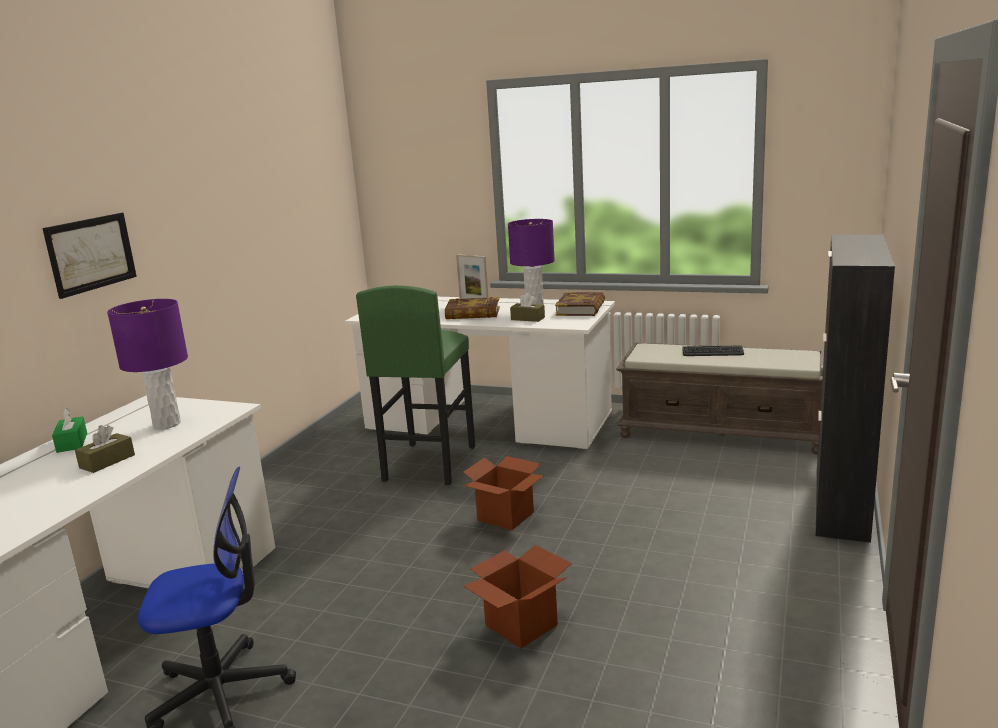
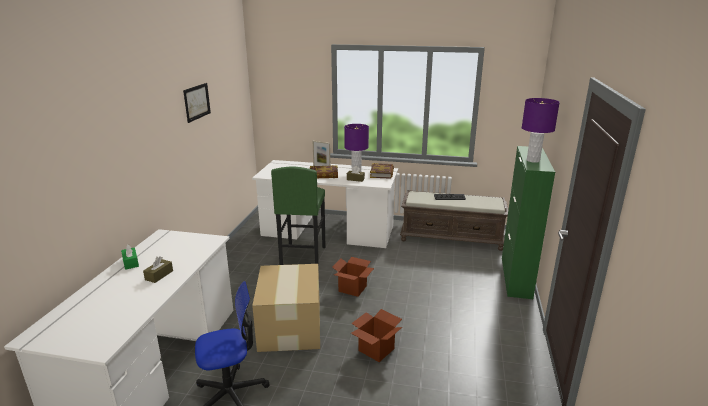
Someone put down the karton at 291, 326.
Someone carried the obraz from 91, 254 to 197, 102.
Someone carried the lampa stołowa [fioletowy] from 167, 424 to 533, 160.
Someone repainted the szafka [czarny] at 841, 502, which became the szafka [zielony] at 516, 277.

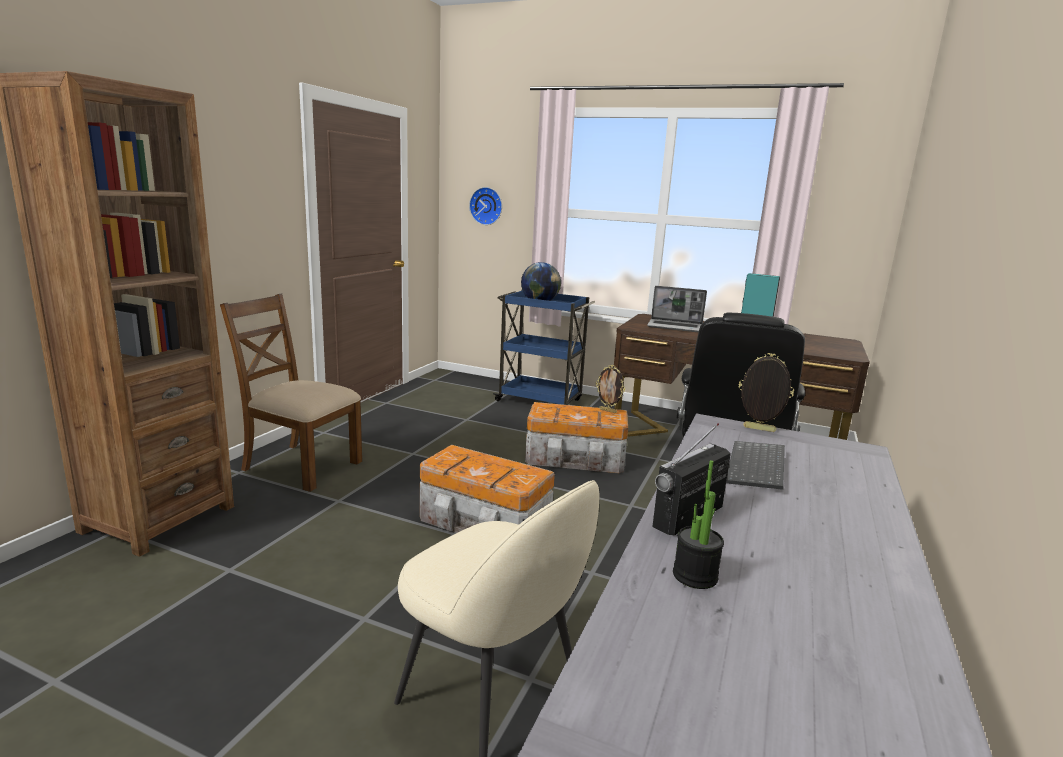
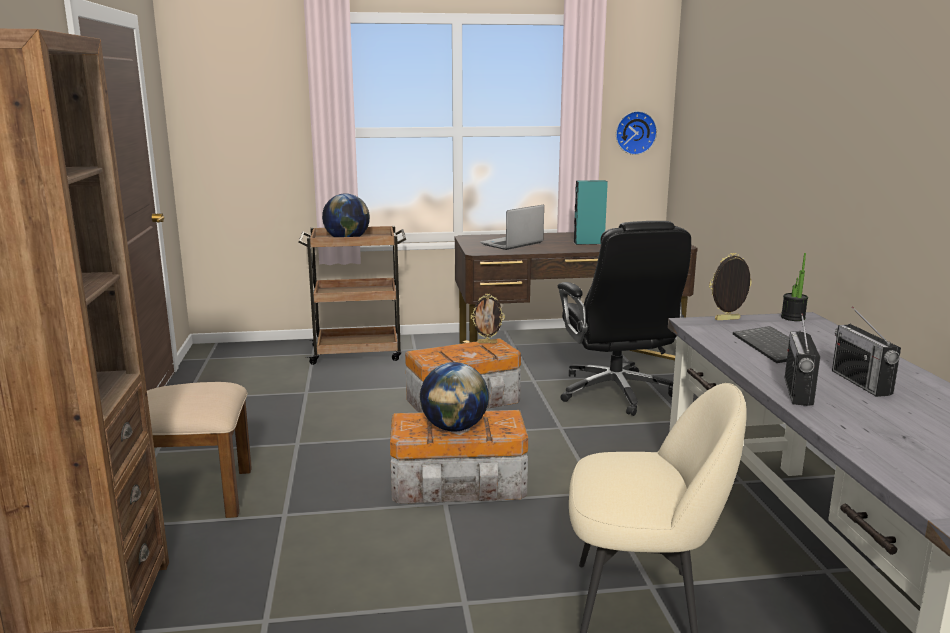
Someone put down the globus at 454, 428.
Someone put down the radio at 861, 383.
Someone carried the zegar ścienny from 487, 206 to 635, 132.
Someone carried the roślina doniczkowa from 695, 576 to 793, 318.
Someone repainted the wózek [niebieski] at 540, 401, which became the wózek [brązowy] at 358, 353.
Someone rotated the laptop at 675, 327 by 150 degrees clockwise.

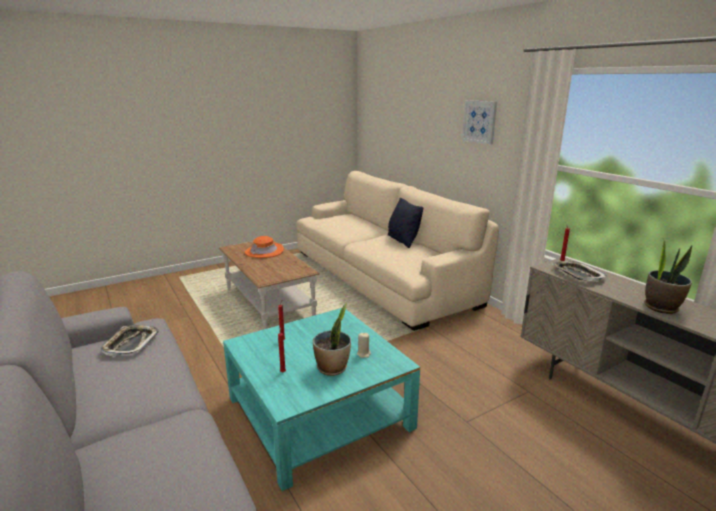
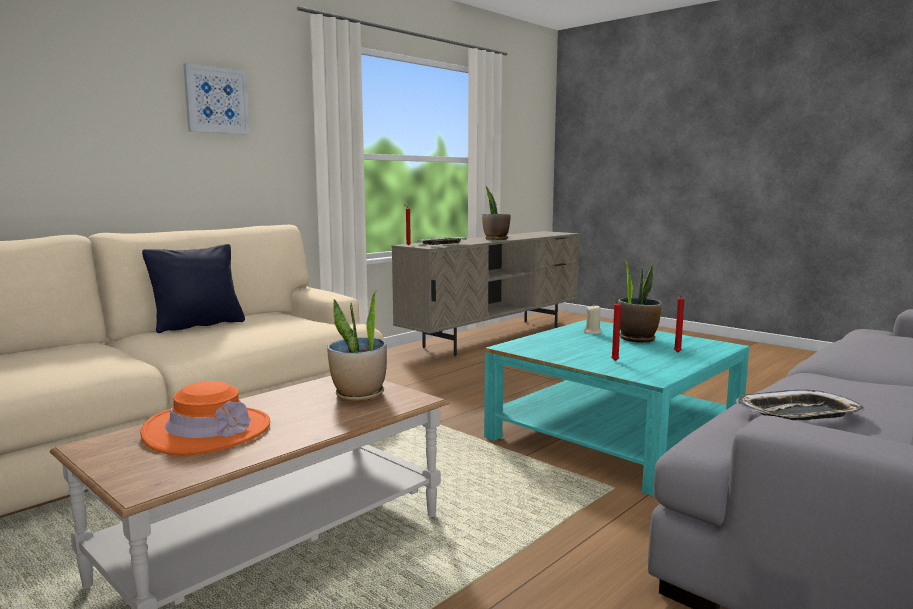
Someone put down the roślina doniczkowa at 359, 395.

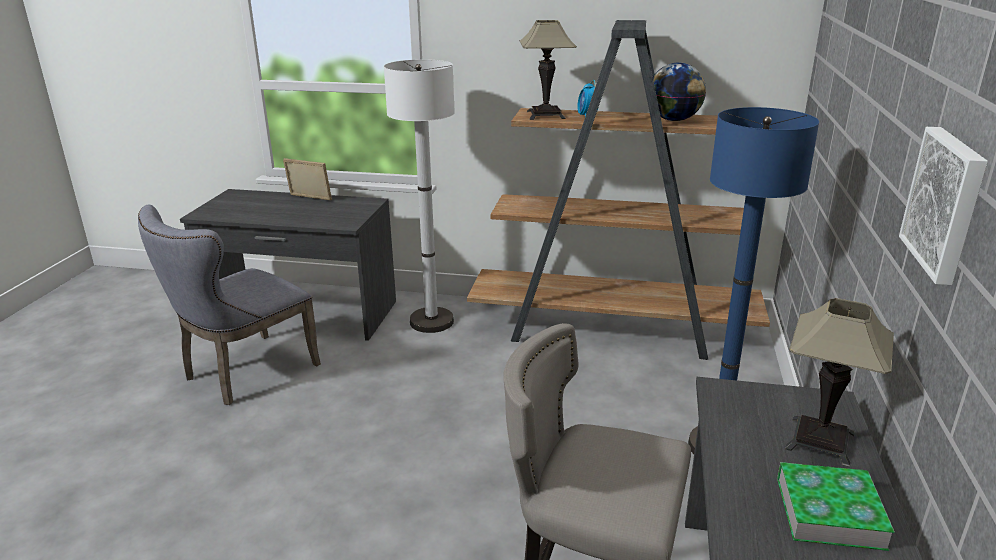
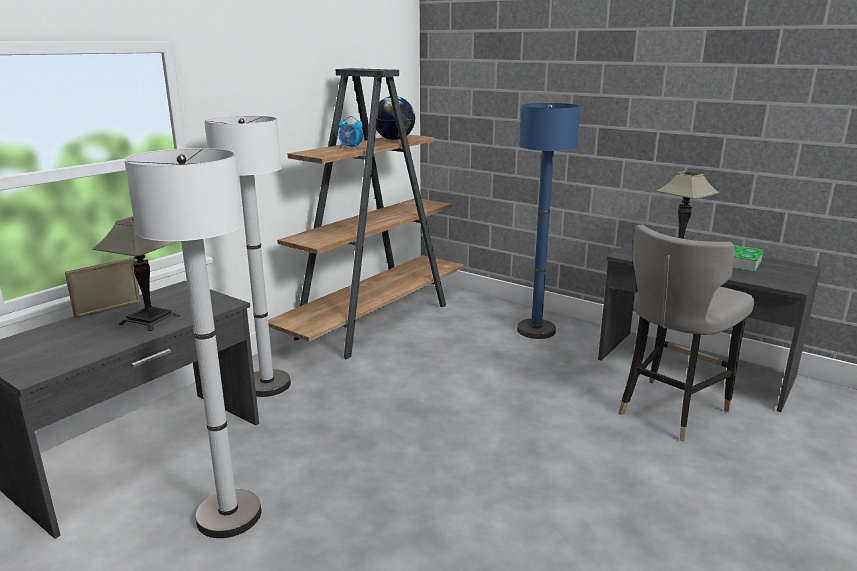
Someone took away the obraz at 946, 203.
Someone carried the lampa stołowa from 545, 115 to 150, 320.
Someone swapped the krzesło [szary] at 243, 373 for the lampa stojąca [biały] at 229, 515.

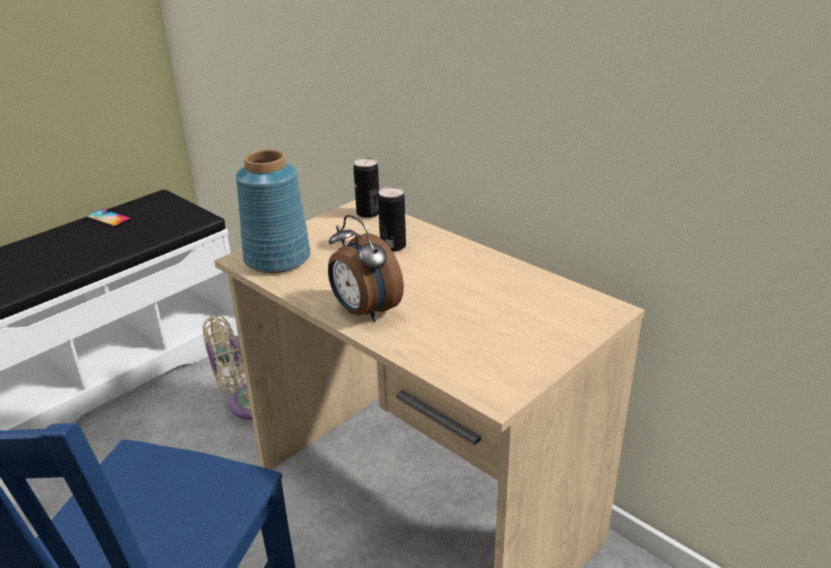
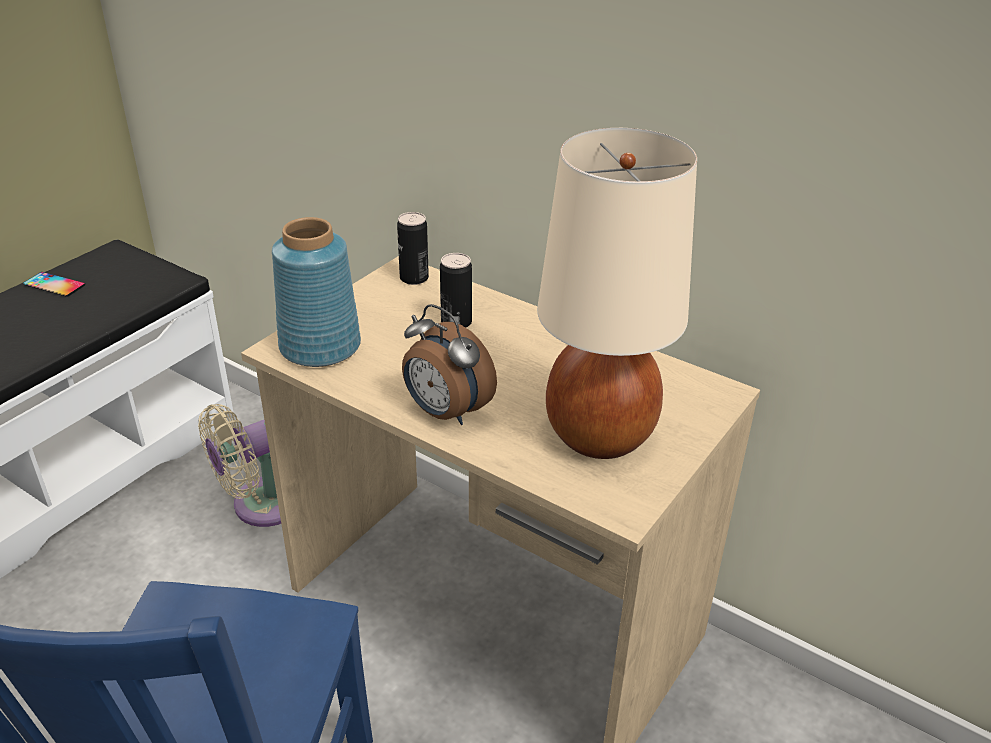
Someone put down the lampa stołowa [beżowy] at 599, 434.

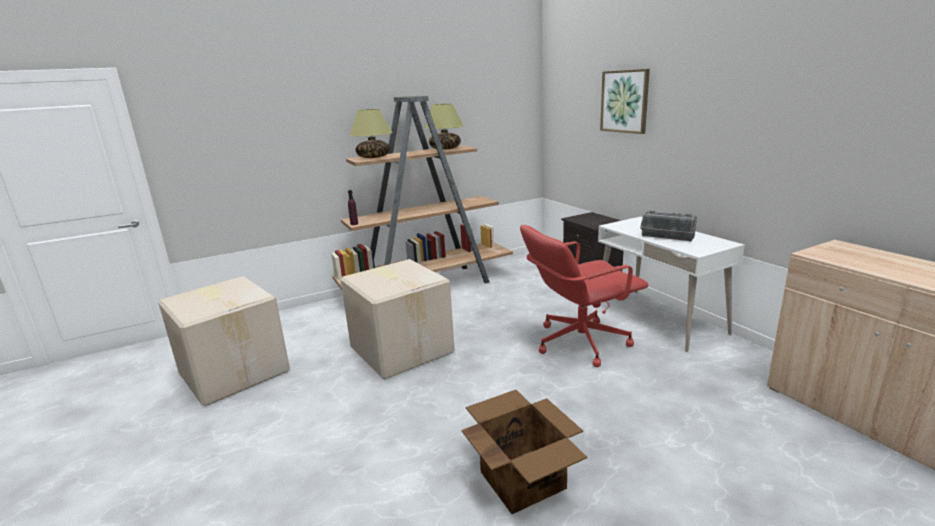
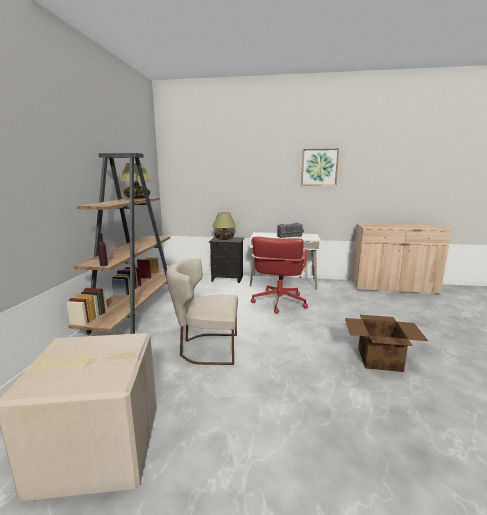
Someone carried the lampa stołowa from 374, 157 to 224, 239.
Someone carried the obraz from 625, 101 to 319, 167.
Someone swapped the karton at 402, 349 for the krzesło [beżowy] at 206, 348.

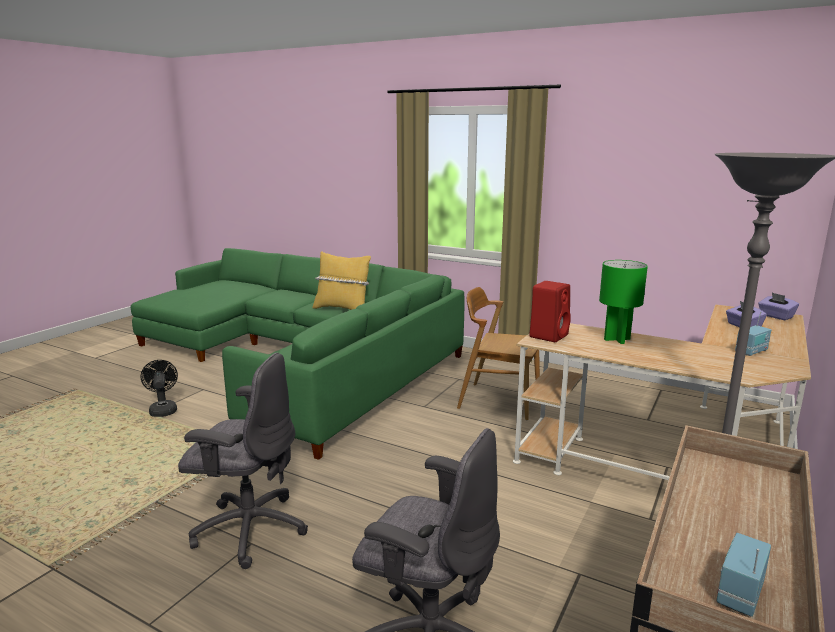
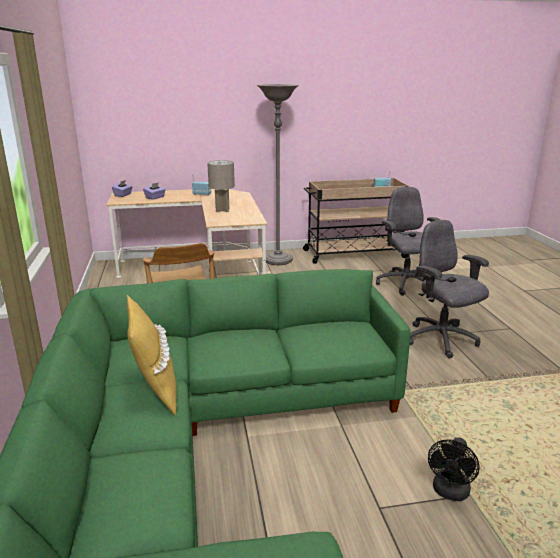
Someone took away the głośnik [czerwony] at 549, 335.
Someone repainted the lampa stołowa [zielony] at 616, 339, which became the lampa stołowa [szary] at 222, 210.

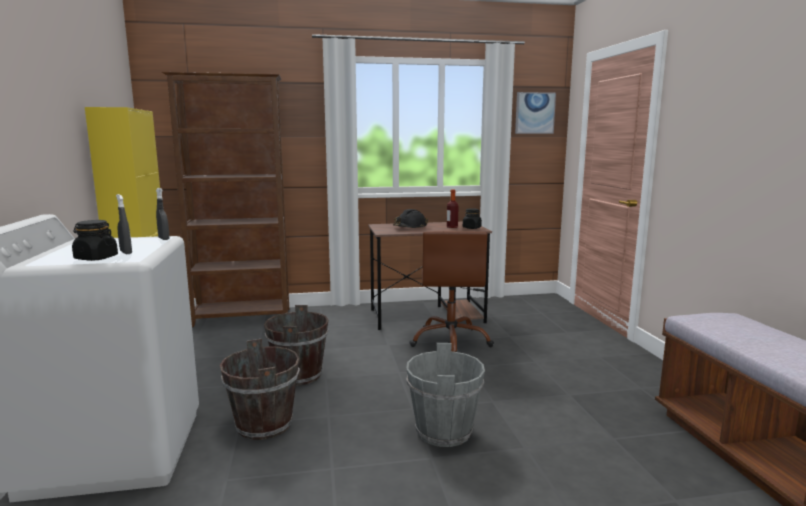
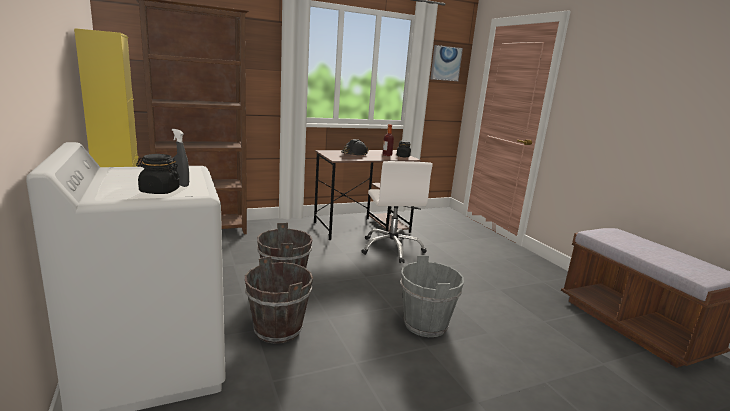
Someone took away the spryskiwacz [szary] at 164, 239.
Someone repainted the krzesło biurowe [brązowy] at 451, 341, which became the krzesło biurowe [biały] at 392, 249.

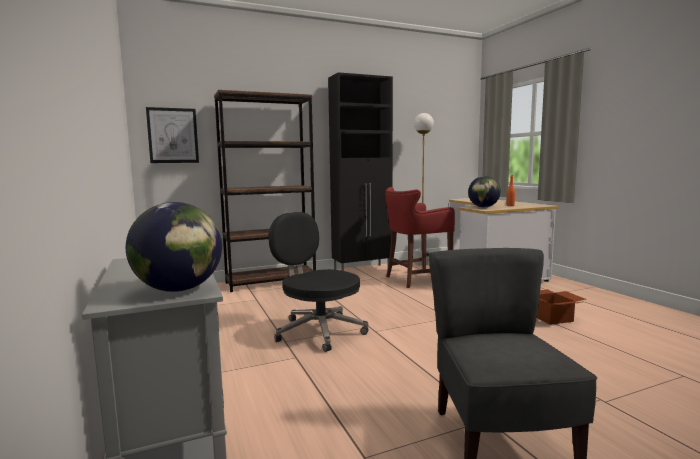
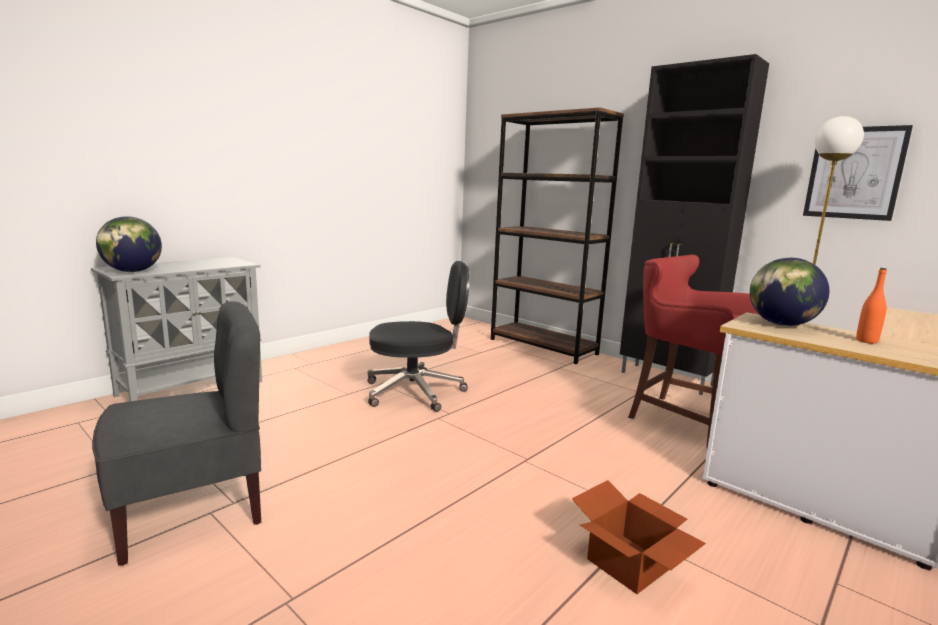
Someone carried the obraz from 173, 135 to 854, 173.
Someone rotated the krzesło biurowe [czarny] at 318, 331 by 60 degrees clockwise.

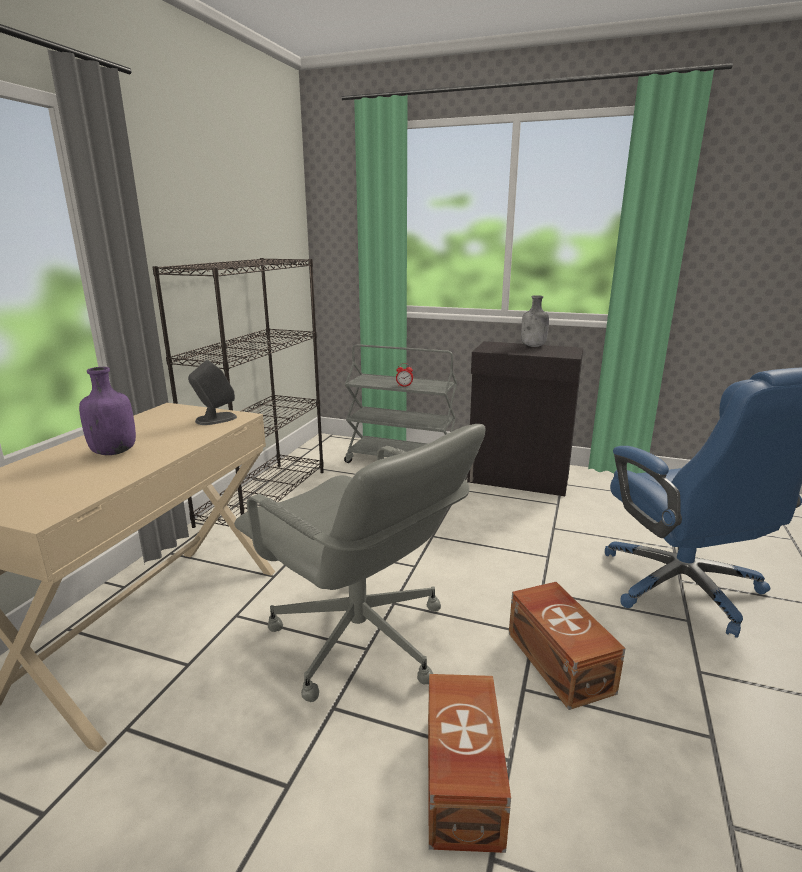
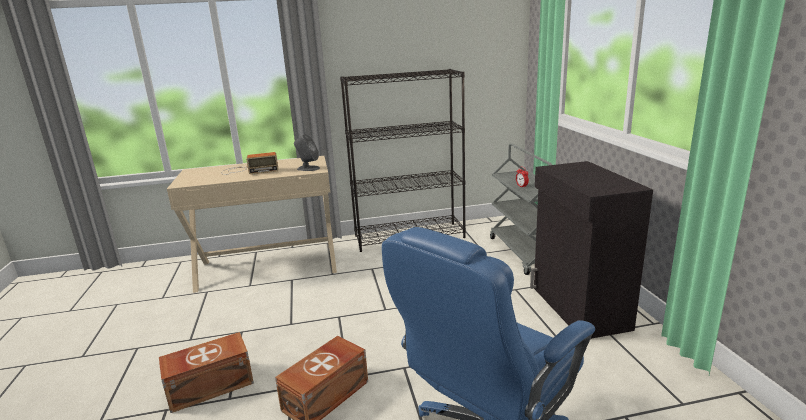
Someone took away the krzesło biurowe [szary] at 360, 640.
Someone took away the butelka [szary] at 533, 346.
Someone swapped the butelka [fioletowy] at 114, 452 for the radio at 248, 170.

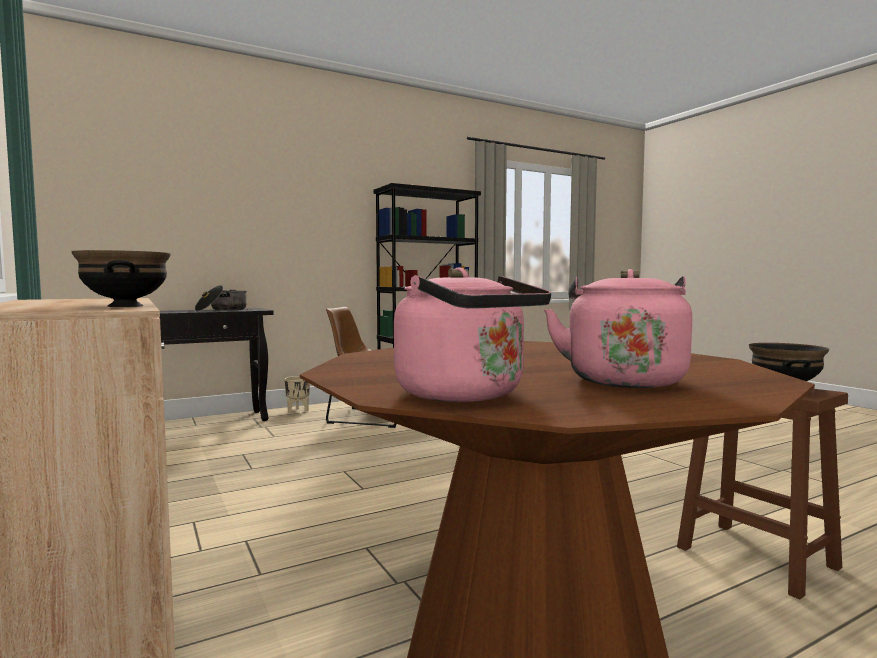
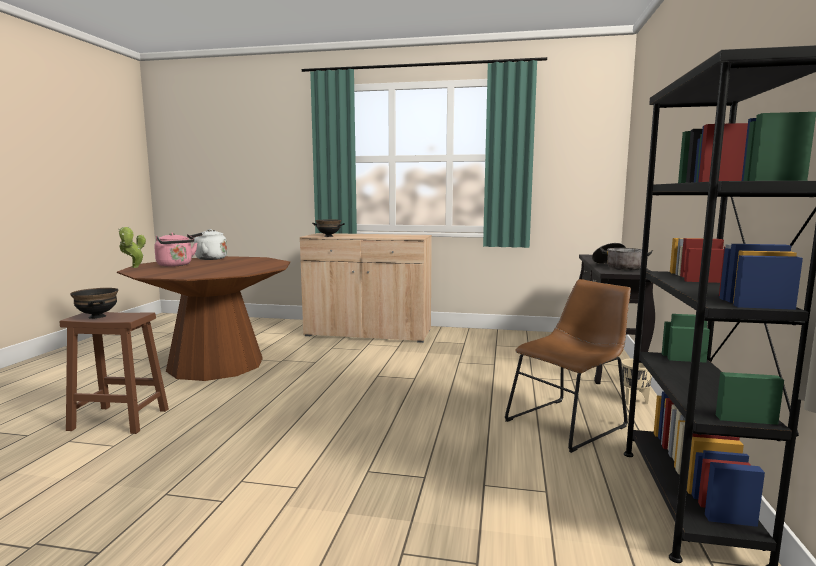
Someone put down the roślina doniczkowa at 134, 267.
Someone repainted the czajnik [różowy] at 467, 395, which became the czajnik [biały] at 209, 259.

